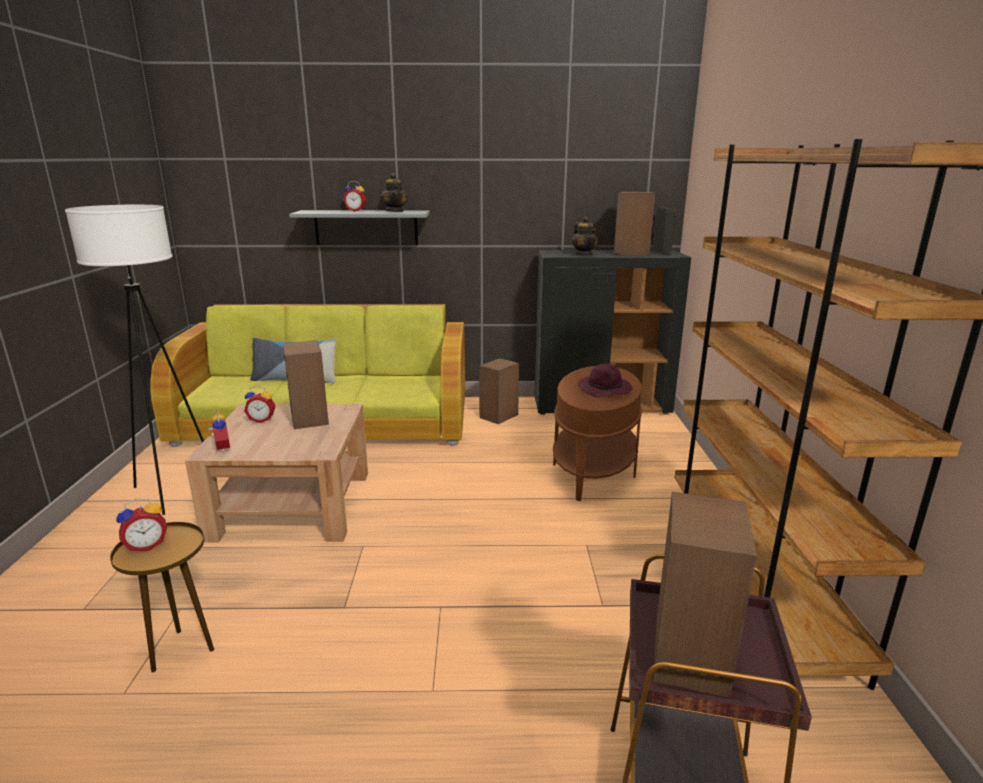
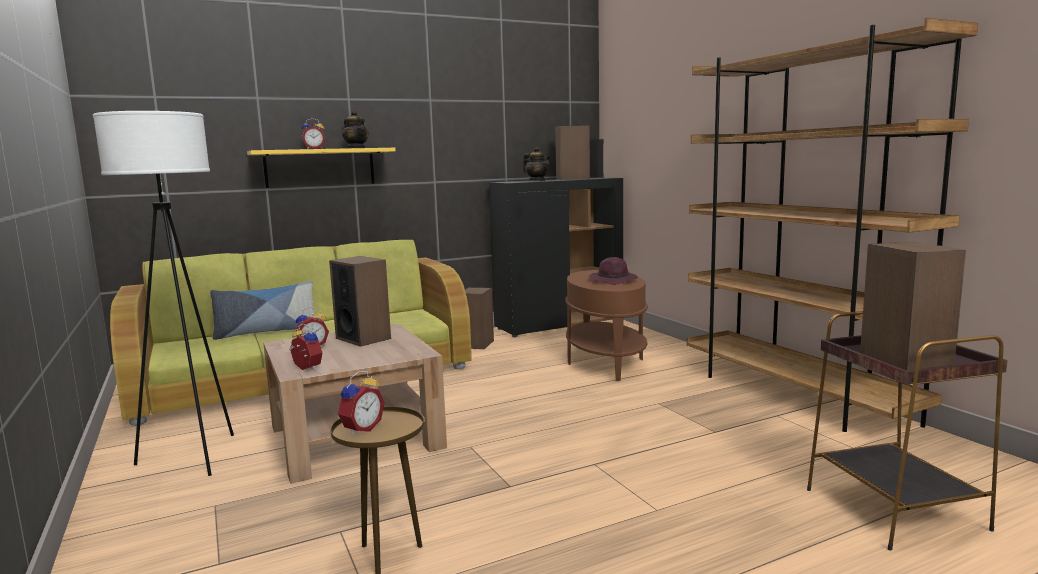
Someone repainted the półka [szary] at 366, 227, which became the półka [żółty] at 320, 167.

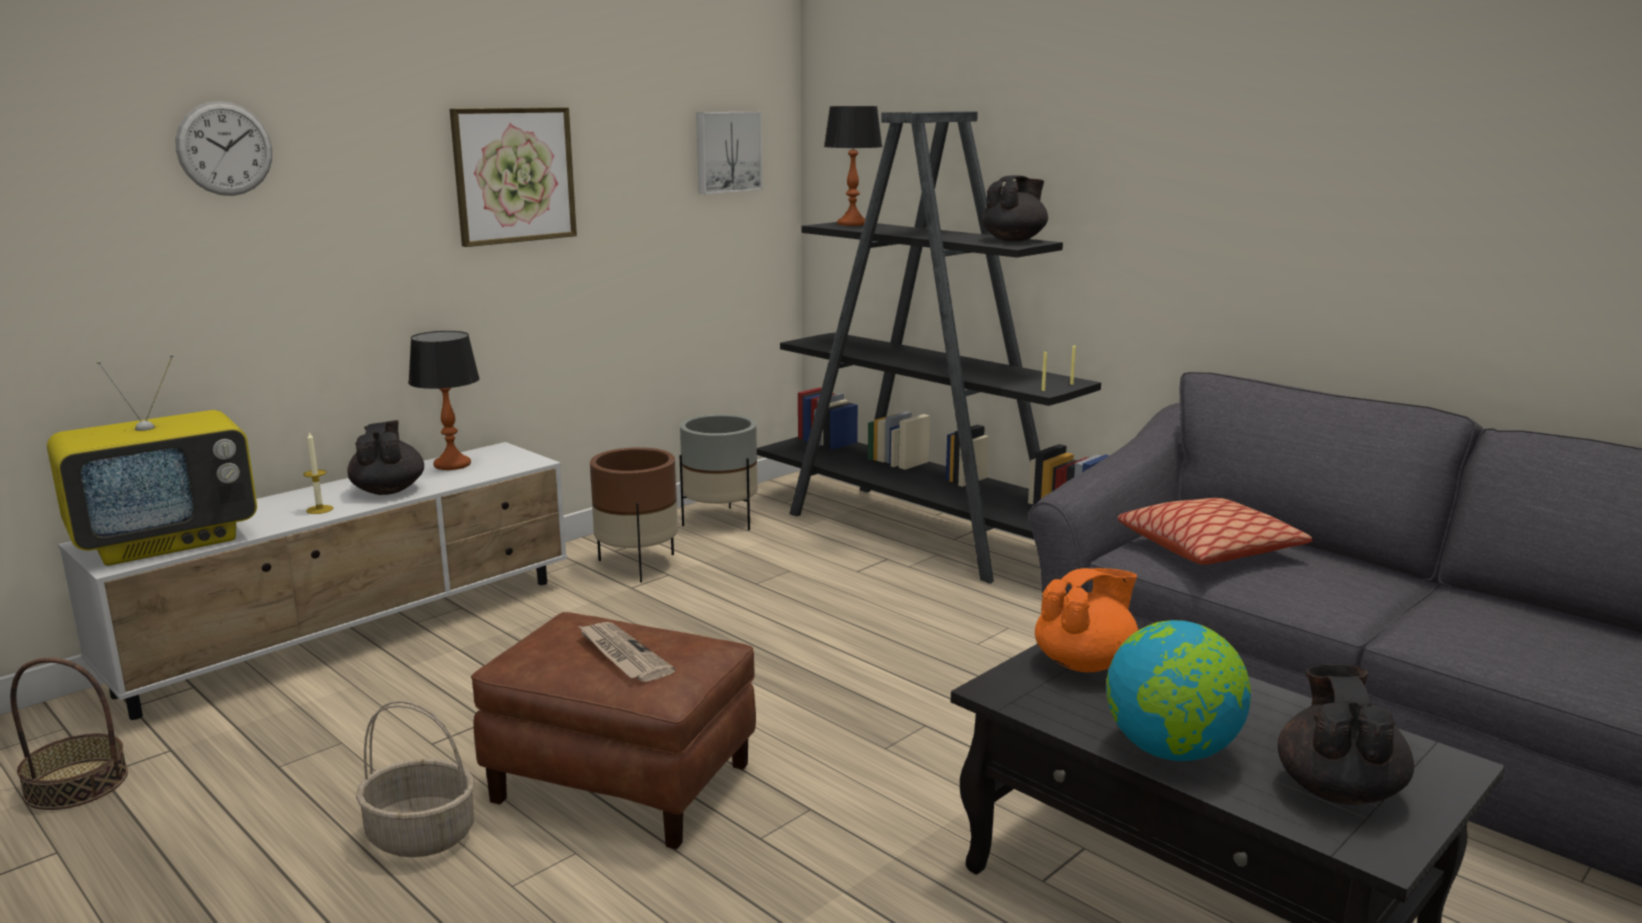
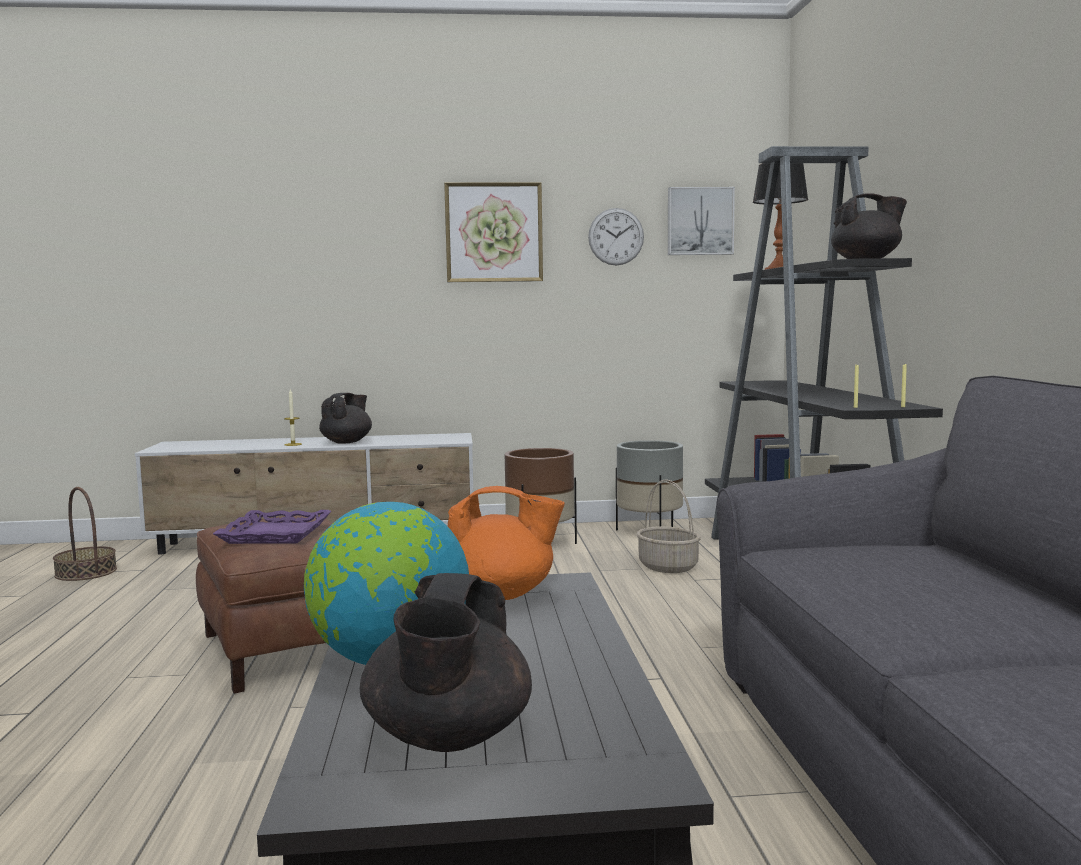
Someone took away the telewizor at 167, 541.
Someone took away the lampa stołowa at 452, 464.
Someone took away the poduszka at 1209, 549.
Someone carried the zegar ścienny from 225, 148 to 616, 236.
Someone carried the koszyk from 422, 835 to 669, 567.
Someone swapped the gazeta at 622, 655 for the taca [fioletowy] at 274, 534.
Someone rotated the imbryk [czarny] at 1338, 789 by 135 degrees clockwise.

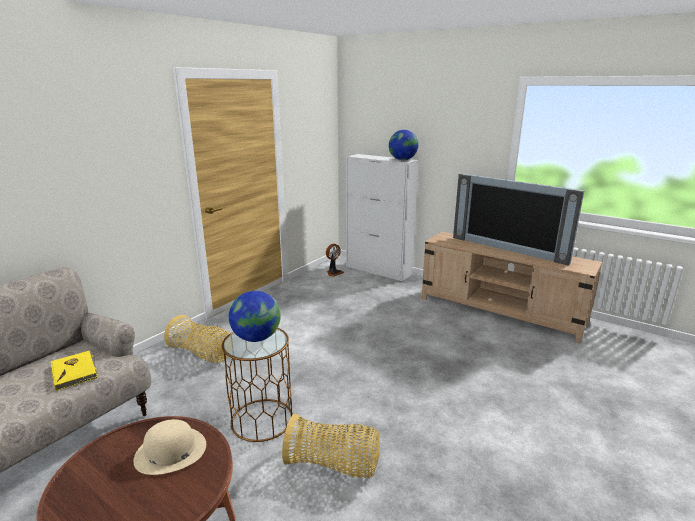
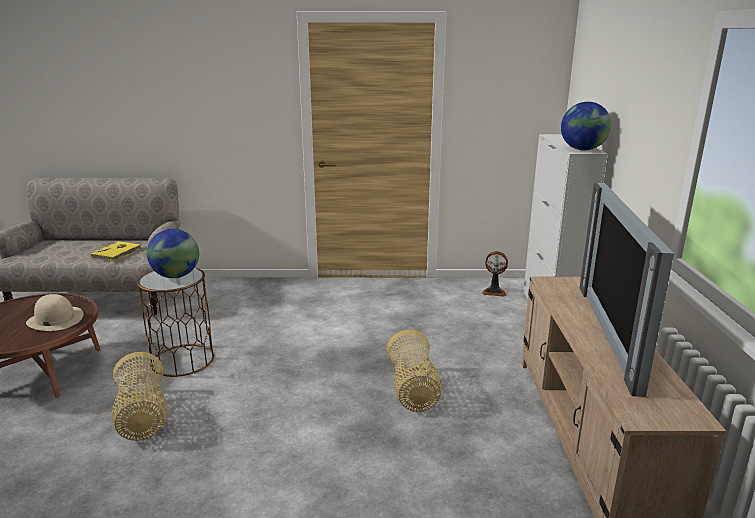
Someone carried the koszyk from 202, 354 to 413, 390.

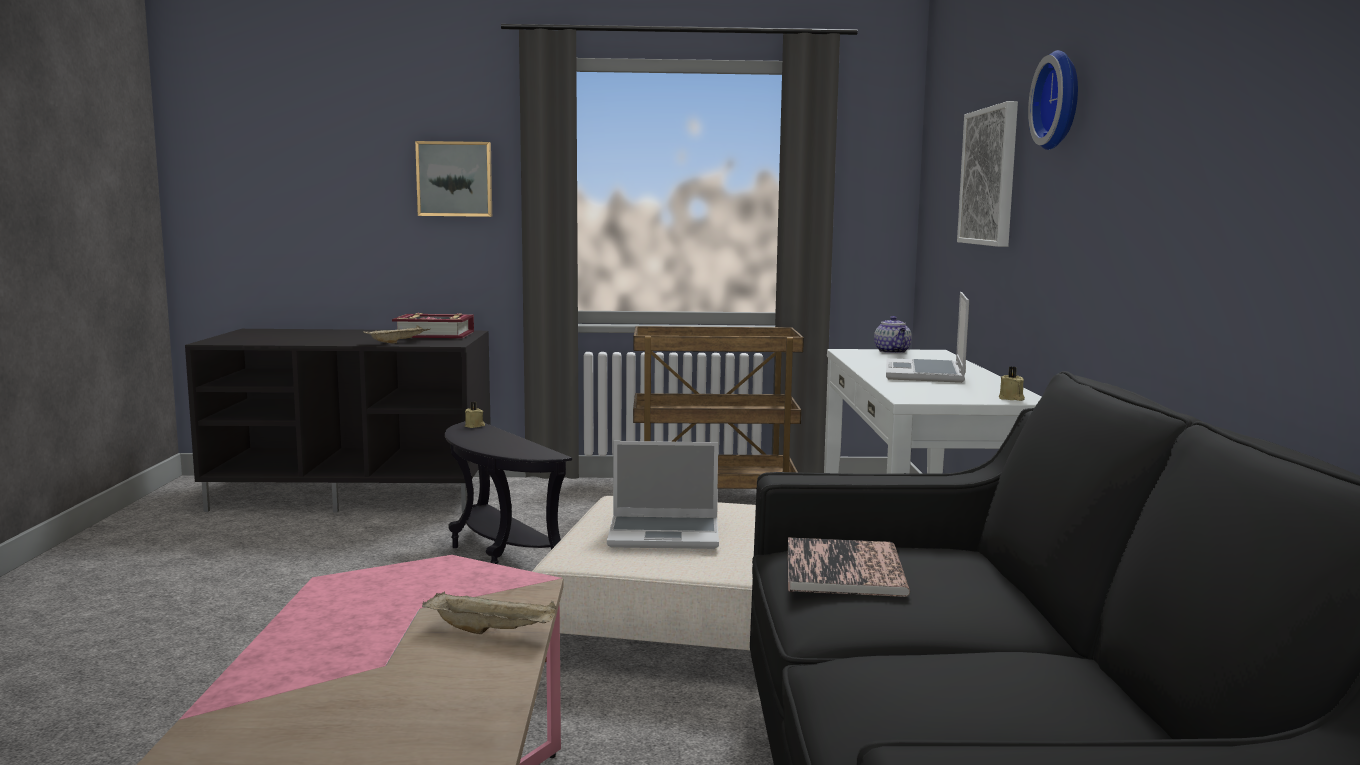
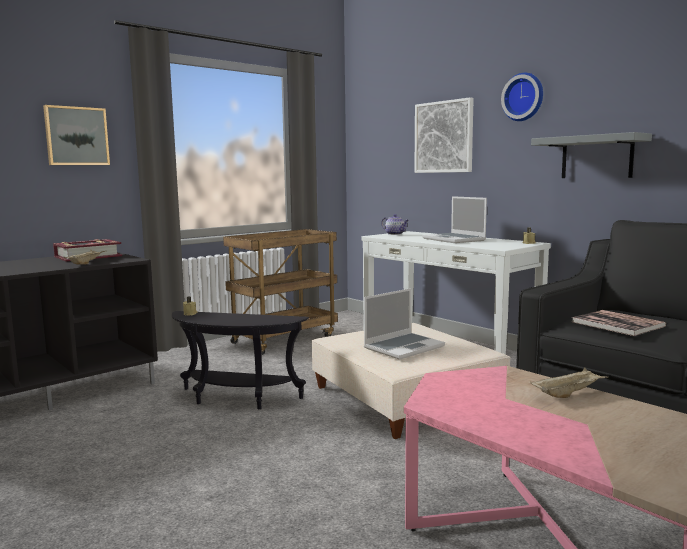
Someone put up the półka [szary] at 596, 157.

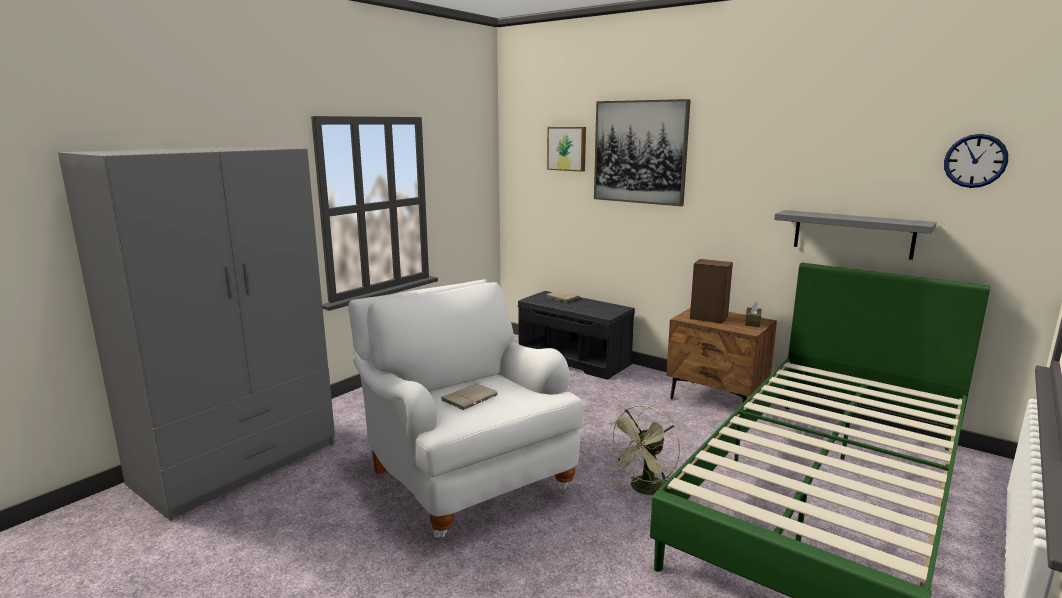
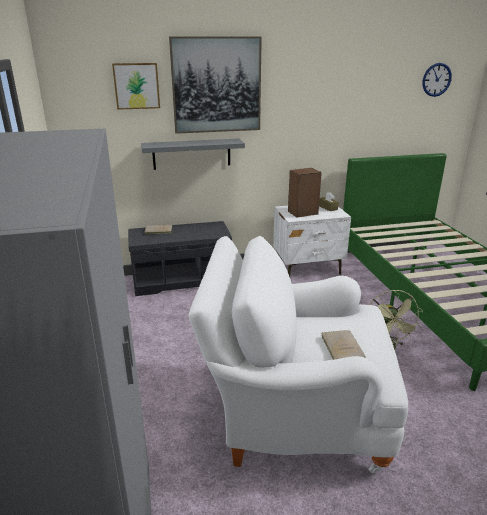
Someone carried the półka [szary] from 853, 234 to 191, 154.
Someone repainted the szafka nocna [brązowy] at 716, 399, which became the szafka nocna [biały] at 308, 268.

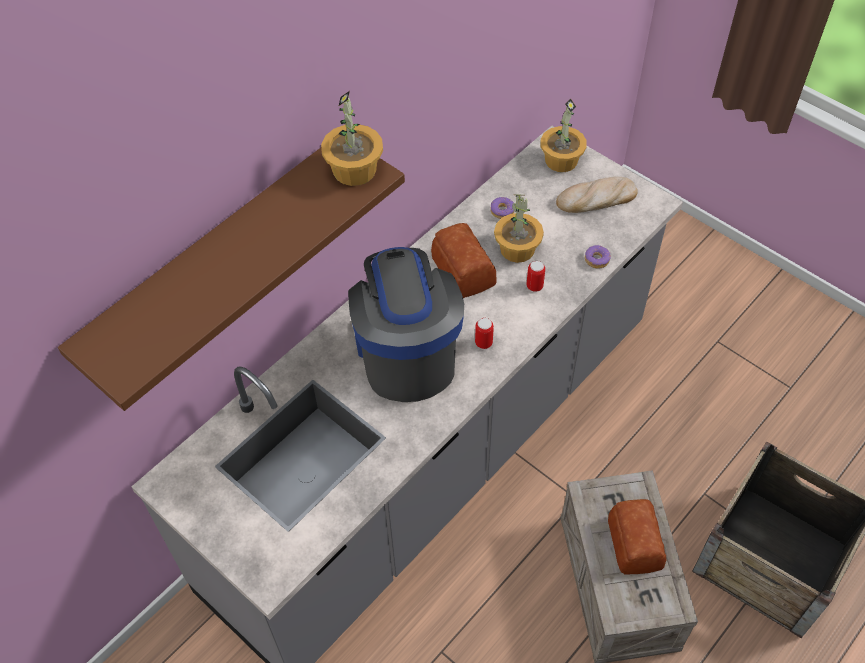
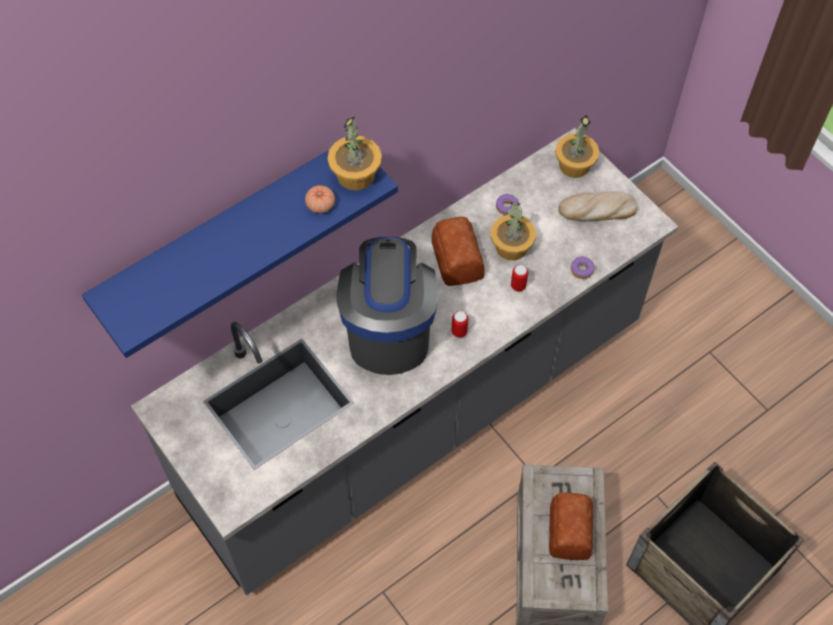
Someone put down the pomidor at 320, 205.
Someone repainted the półka [brązowy] at 217, 258, which became the półka [niebieski] at 227, 232.

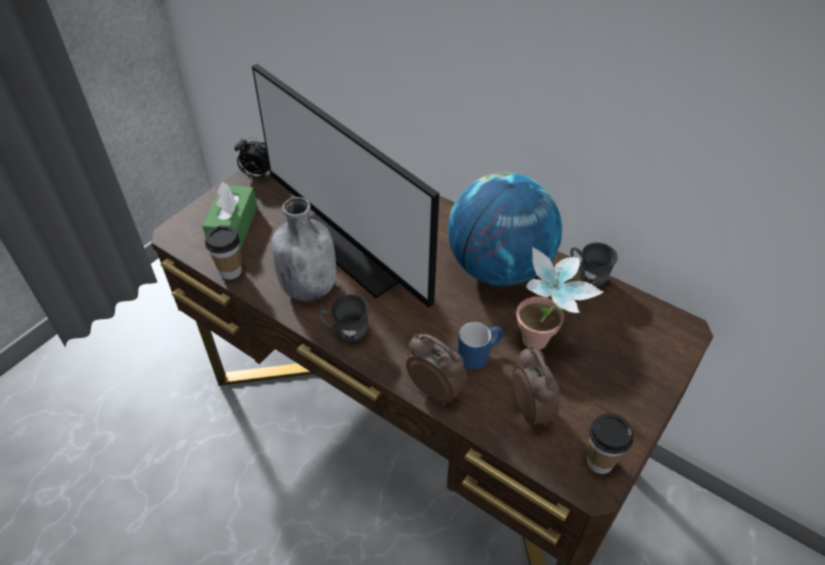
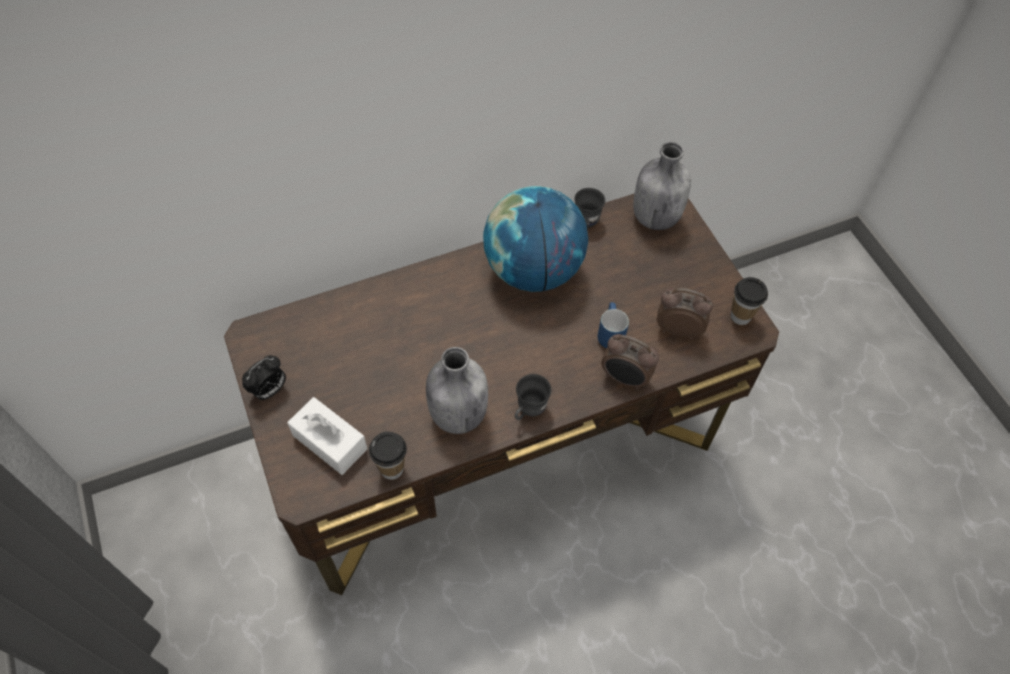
Someone took away the monitor at 361, 245.
Someone took away the roślina doniczkowa at 541, 347.
Someone put down the butelka [szary] at 655, 217.
Someone repainted the pudełko chusteczek [zielony] at 233, 226, which became the pudełko chusteczek [biały] at 330, 442.
Someone rotated the budzik at 436, 390 by 135 degrees counterclockwise.

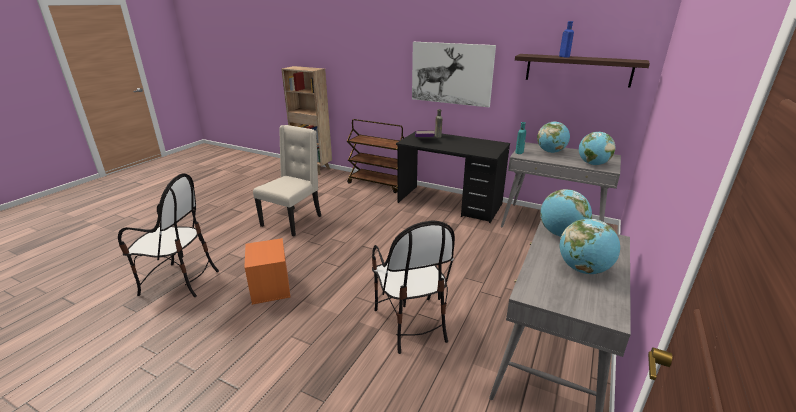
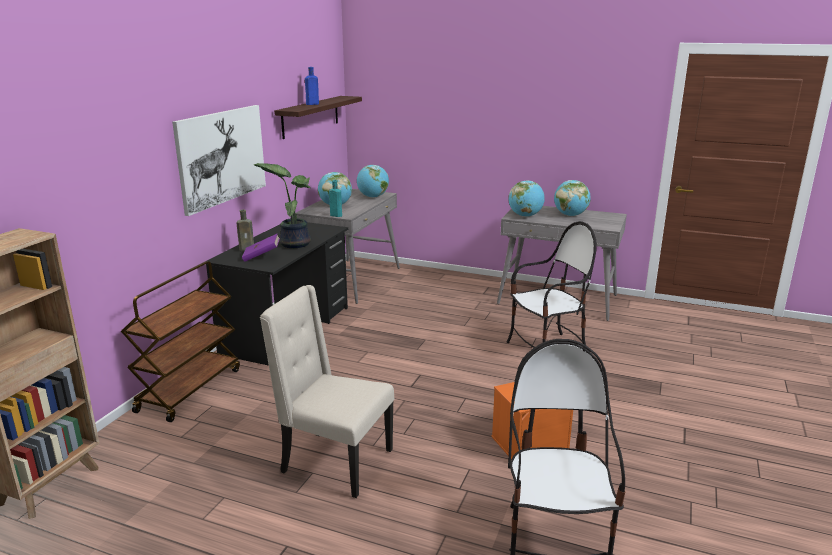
Someone put down the roślina doniczkowa at 294, 243.

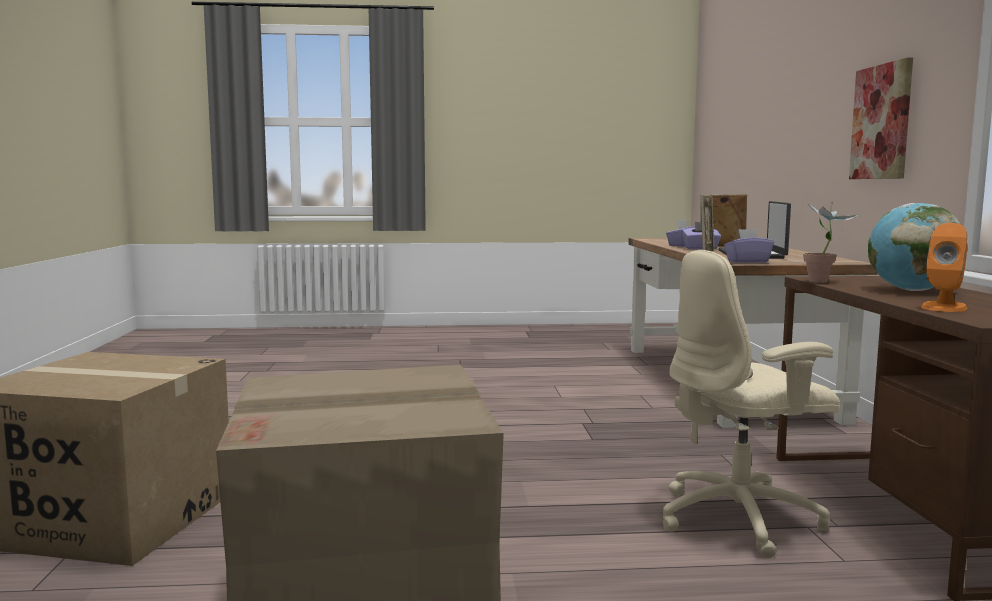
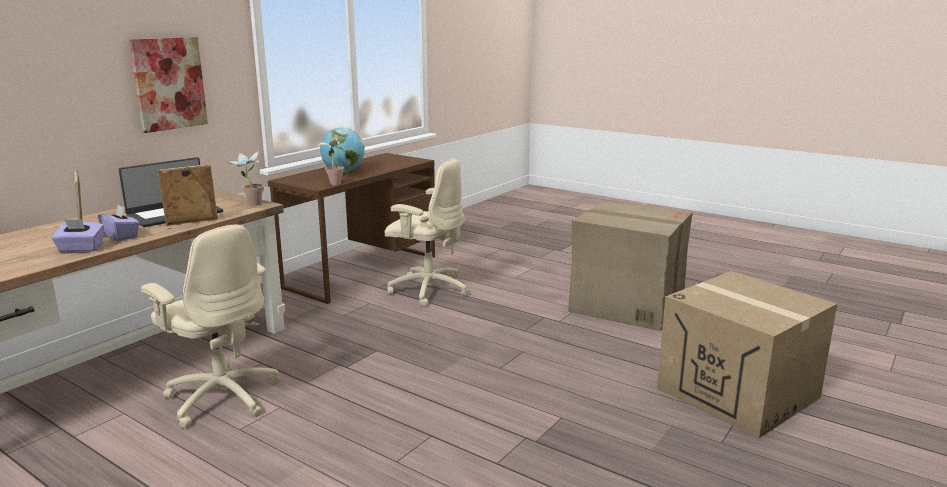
Someone took away the głośnik [pomarańczowy] at 944, 307.
Someone put down the krzesło biurowe [beżowy] at 222, 397.
Someone swapped the pudełko chusteczek [fioletowy] at 747, 262 for the roślina doniczkowa at 251, 204.

